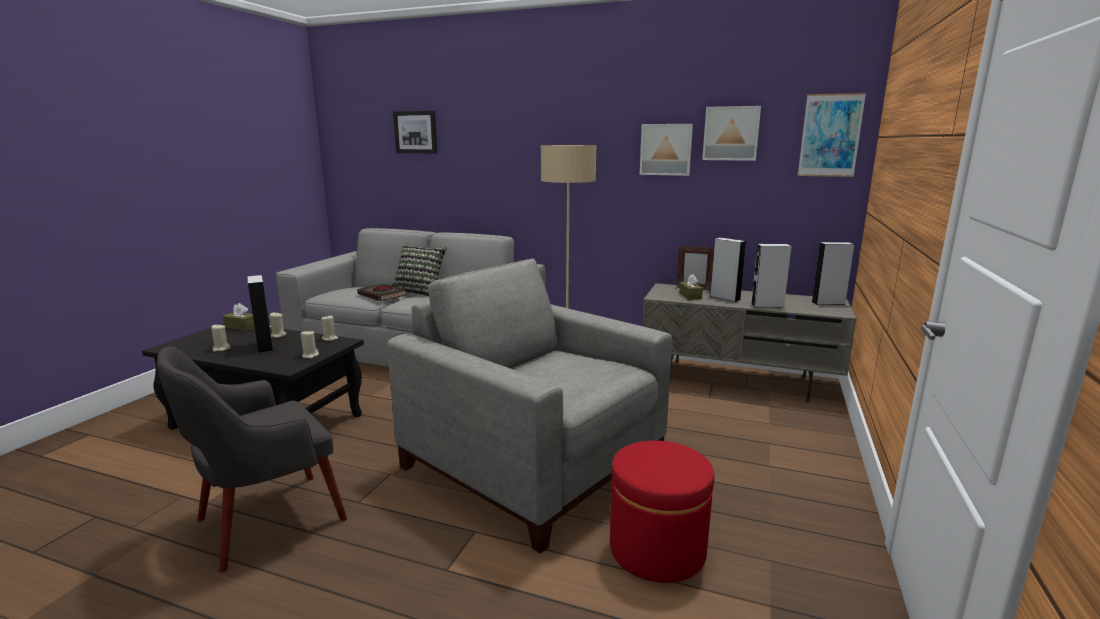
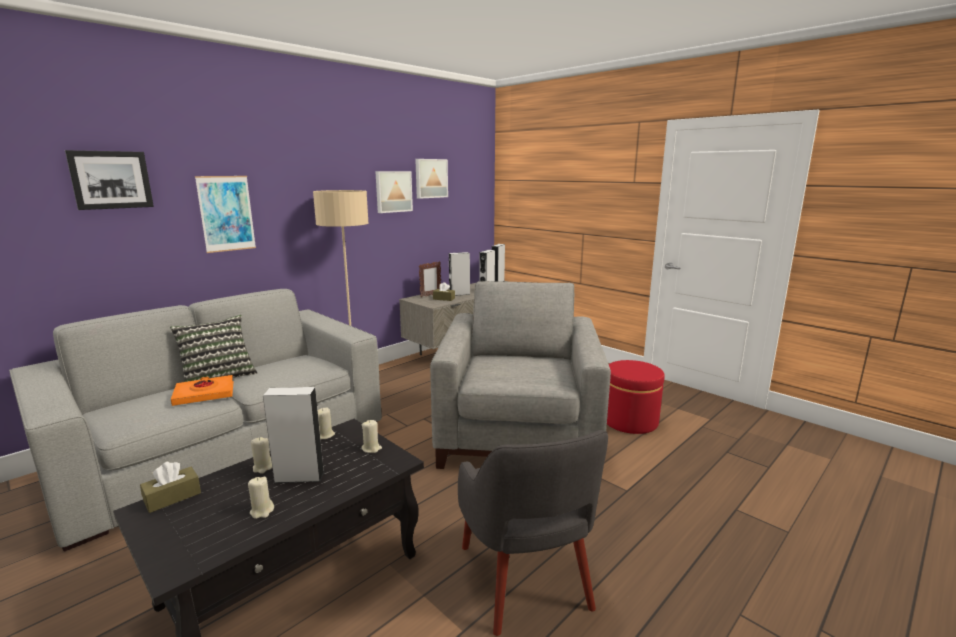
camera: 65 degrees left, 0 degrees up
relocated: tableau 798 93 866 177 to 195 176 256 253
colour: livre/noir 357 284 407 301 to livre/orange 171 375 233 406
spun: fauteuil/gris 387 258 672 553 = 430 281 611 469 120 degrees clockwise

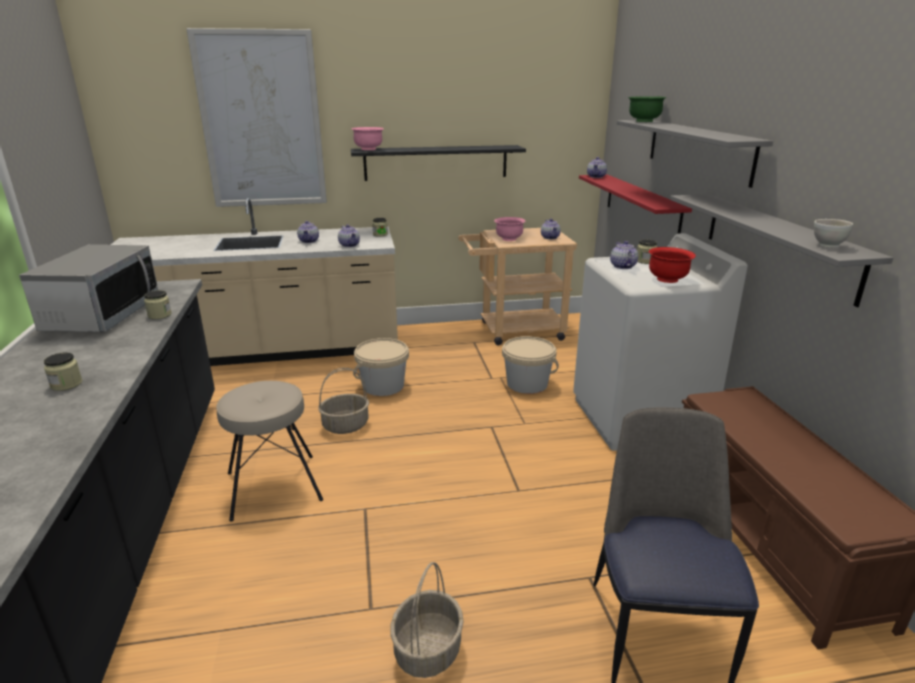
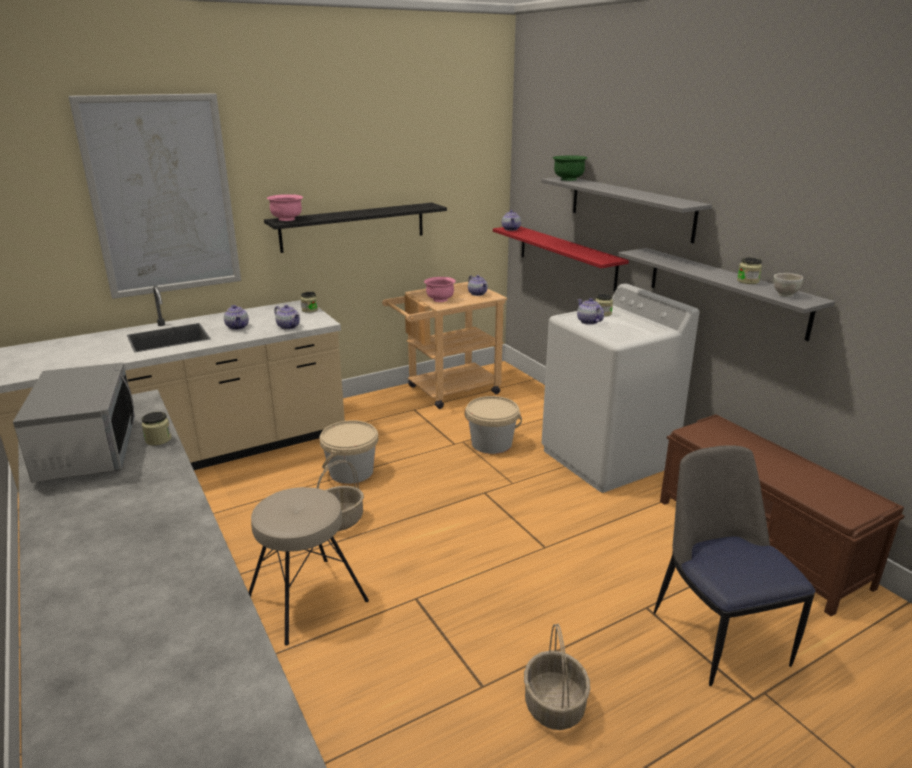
camera: 20 degrees left, 0 degrees up
missing: bol/rouge 649 247 696 283
relocated: bocal 44 352 82 391 to 737 257 762 284

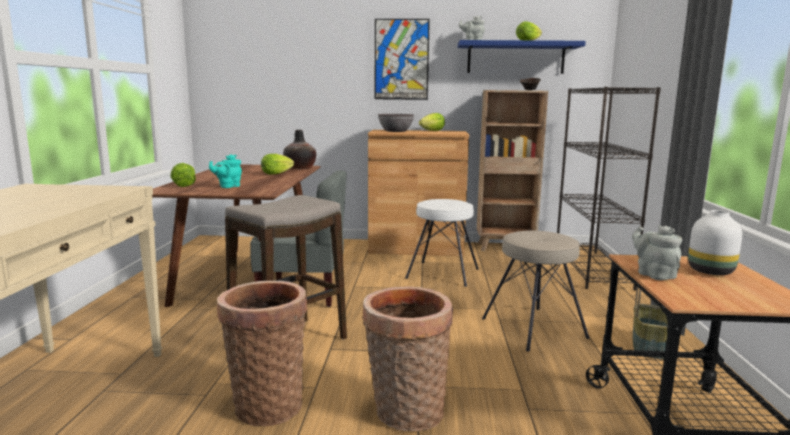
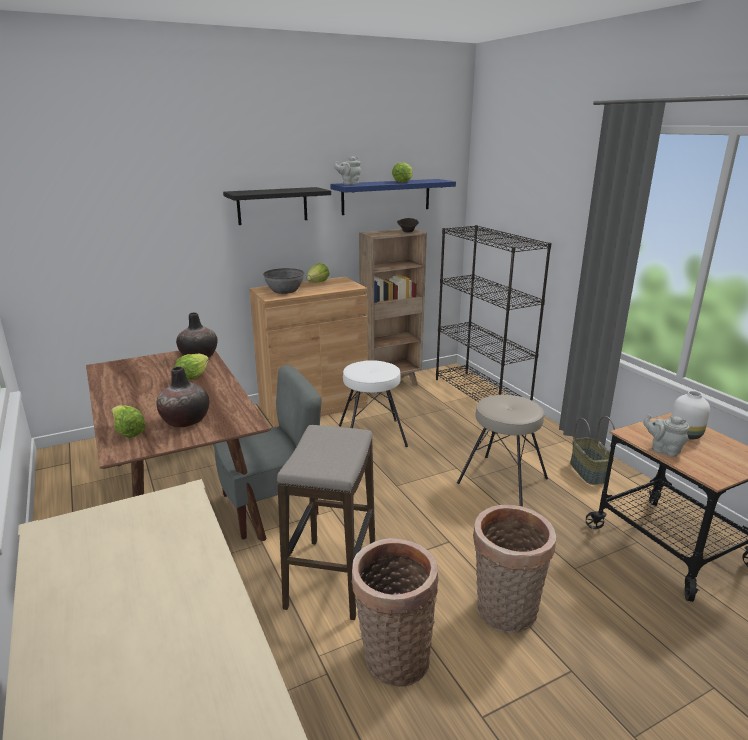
camera: 30 degrees left, 10 degrees up
exchanged: théière/turquoise 209 154 242 188 to vase 157 366 209 427; tableau 375 19 430 100 to étagère/noir 223 187 331 225

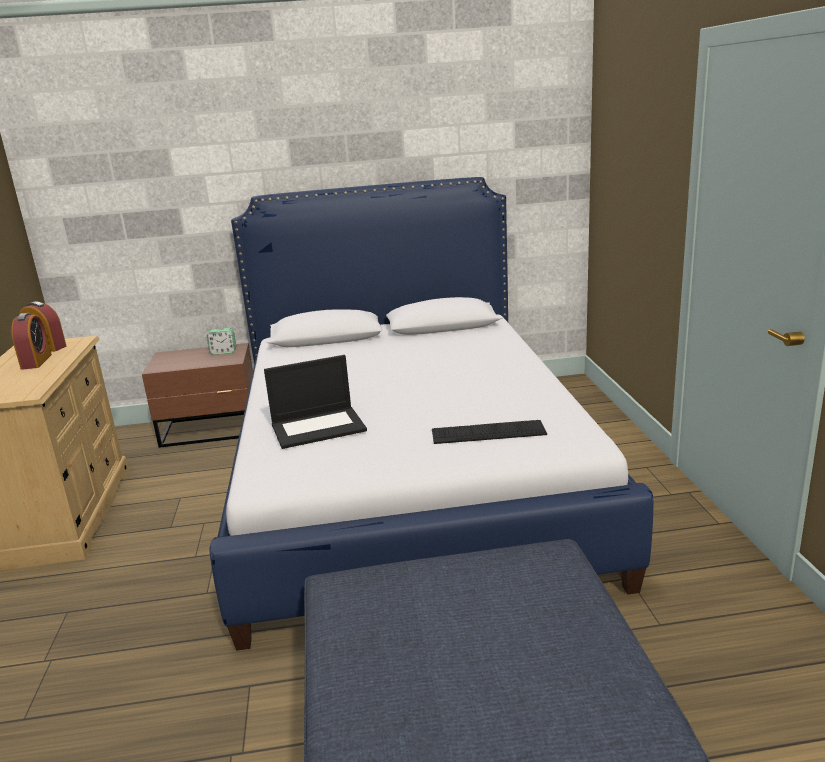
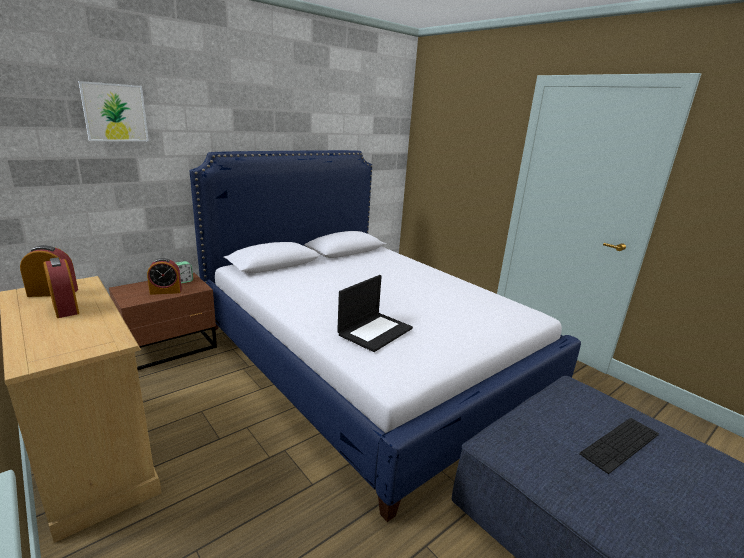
camera: 35 degrees left, 0 degrees up
appeared: tableau 78 81 149 141; réveil 147 258 182 295
relocated: clavier 432 420 547 444 to 579 418 659 474

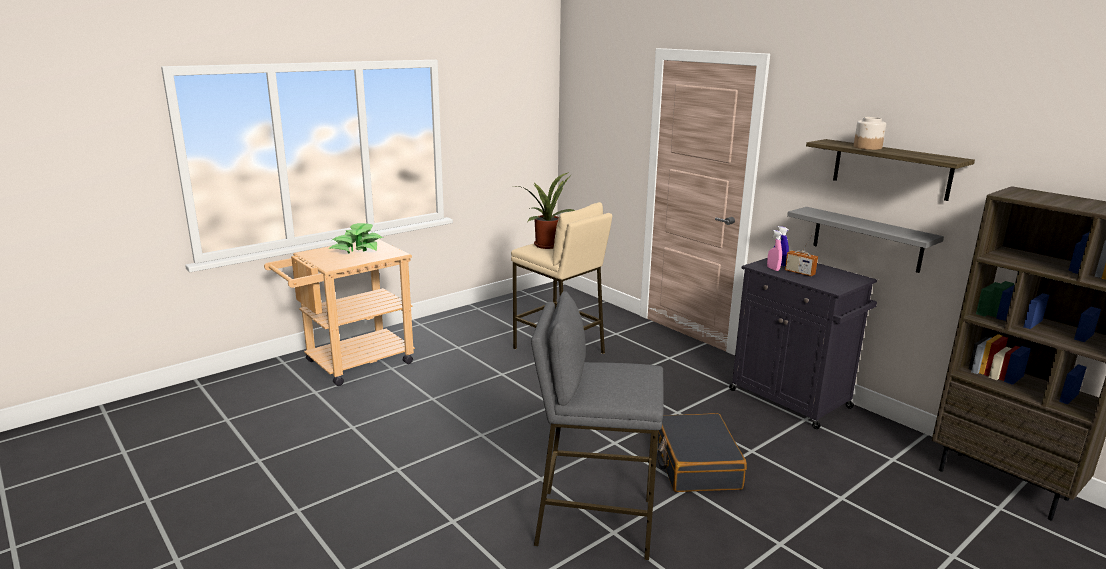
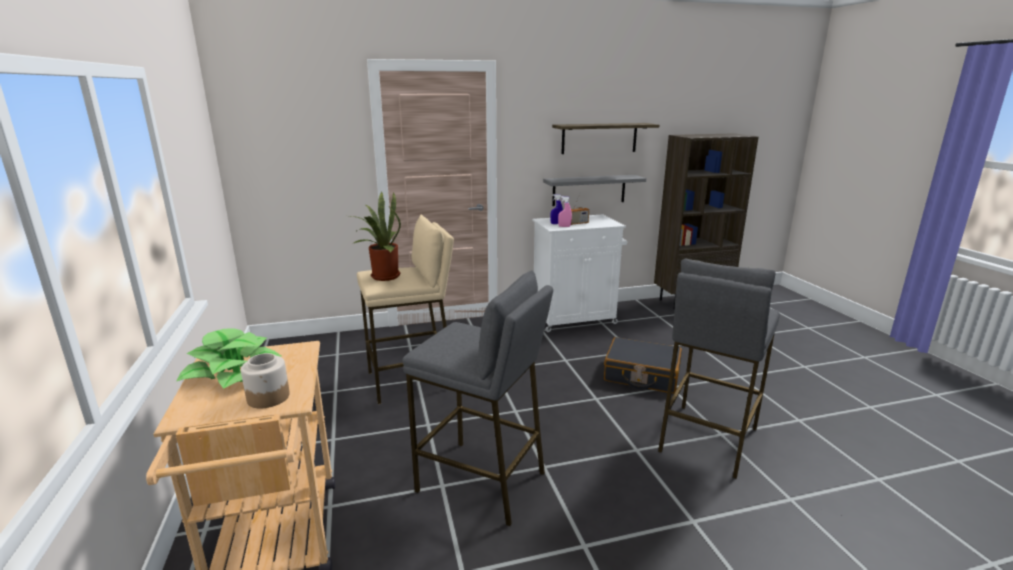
camera: 65 degrees left, 0 degrees up
appeared: tabouret/gris 402 270 553 527
relocated: bocal 854 117 886 150 to 241 353 290 409
colour: meuble de rangement/noir 729 258 877 429 to meuble de rangement/blanc 532 214 627 332

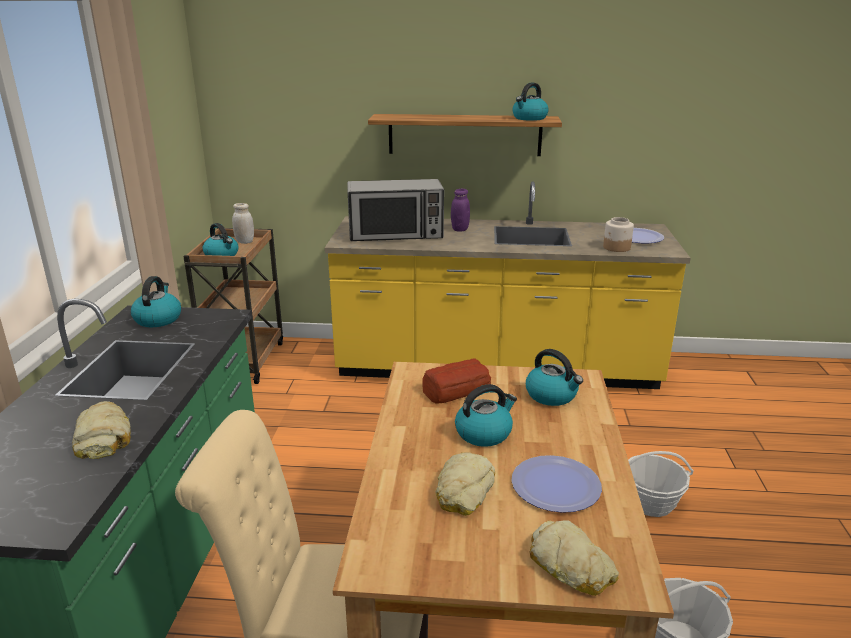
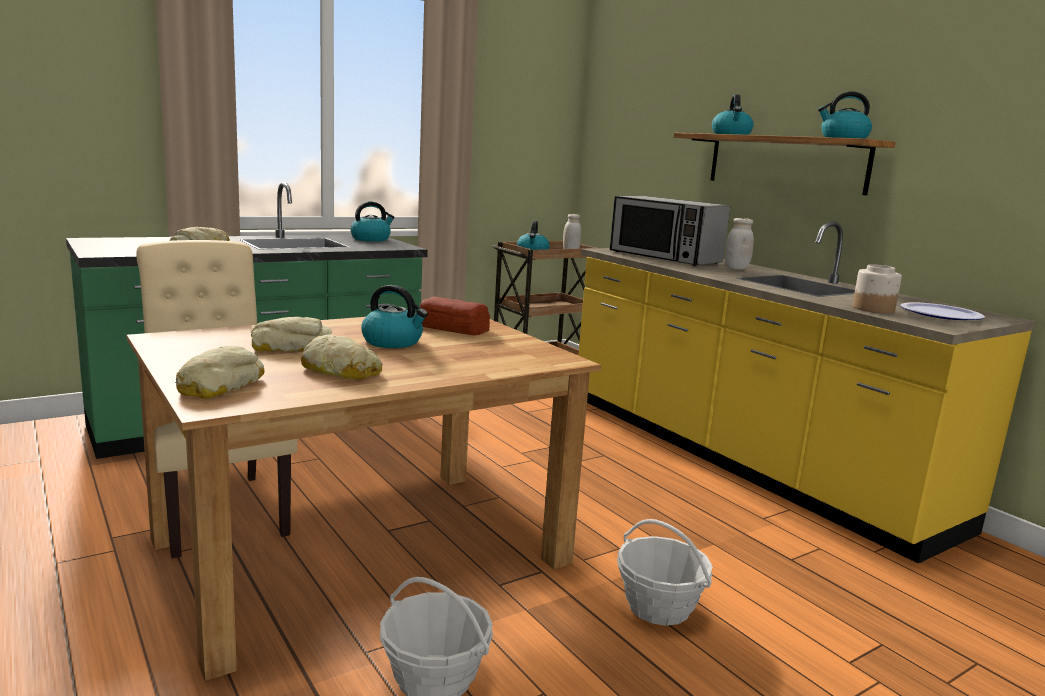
camera: 50 degrees right, 10 degrees down
relocated: bouilloire 526 349 583 406 to 712 94 754 135
exchanged: assiette 511 455 602 513 to pain 301 334 383 379
colour: bocal/violet 451 189 470 232 to bocal/blanc 725 218 754 269

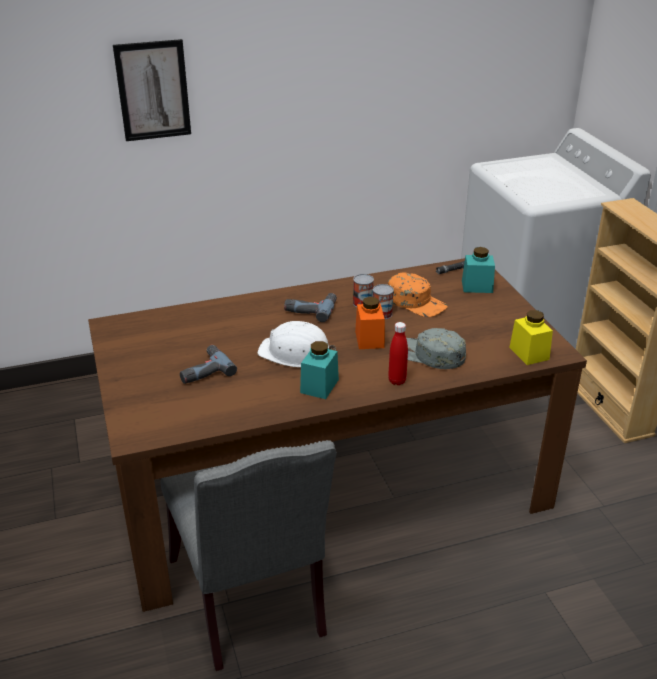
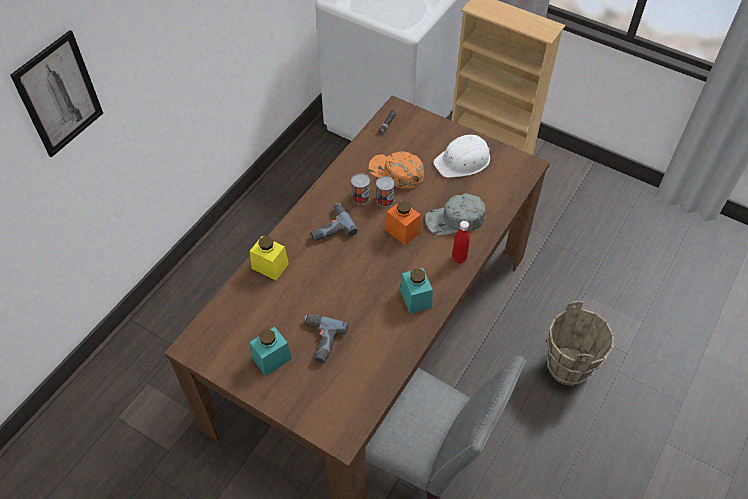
camera: 40 degrees left, 20 degrees up
appeared: seau/marron 546 301 614 386
relocated: casque de chantier/blanc 257 321 336 367 to 433 135 491 178; bocal/turquoise 462 247 495 293 to 250 327 292 376; bocal/jaune 509 310 553 365 to 250 236 289 280
spun: casquette/orange 388 272 448 317 = 369 151 424 189 150 degrees counterclockwise

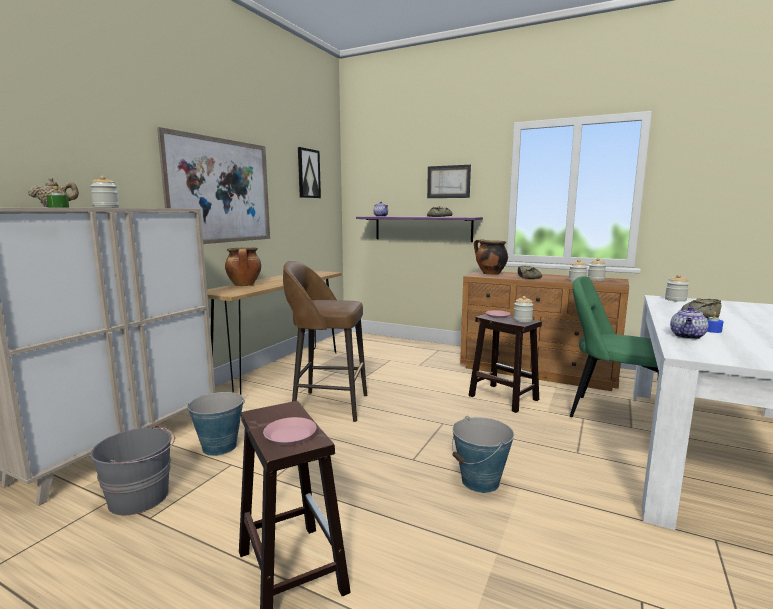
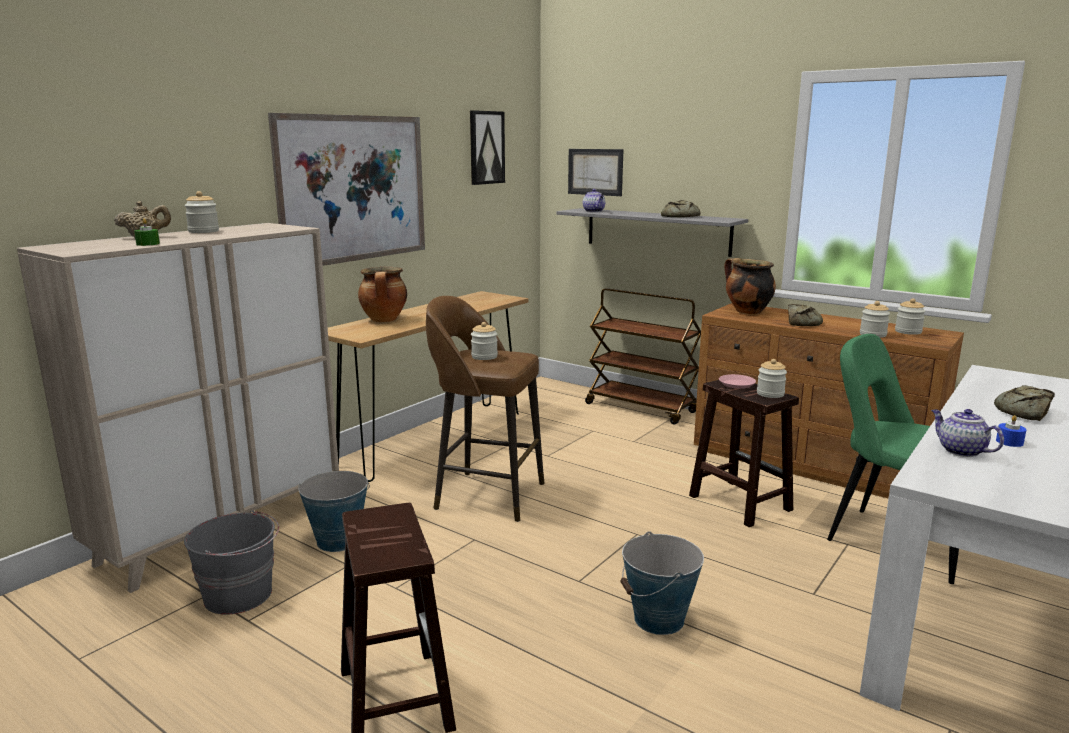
camera: 10 degrees right, 5 degrees up
missing: assiette/rose 263 417 317 445
appeared: chariot/marron 585 288 701 425
relocated: tableau 427 165 471 198 to 568 149 624 196; bocal 665 274 689 302 to 471 322 498 360
colour: étagère/violet 356 217 483 242 to étagère/gris 556 208 748 257
spun: théière 670 306 708 339 = 931 409 1004 457 105 degrees clockwise

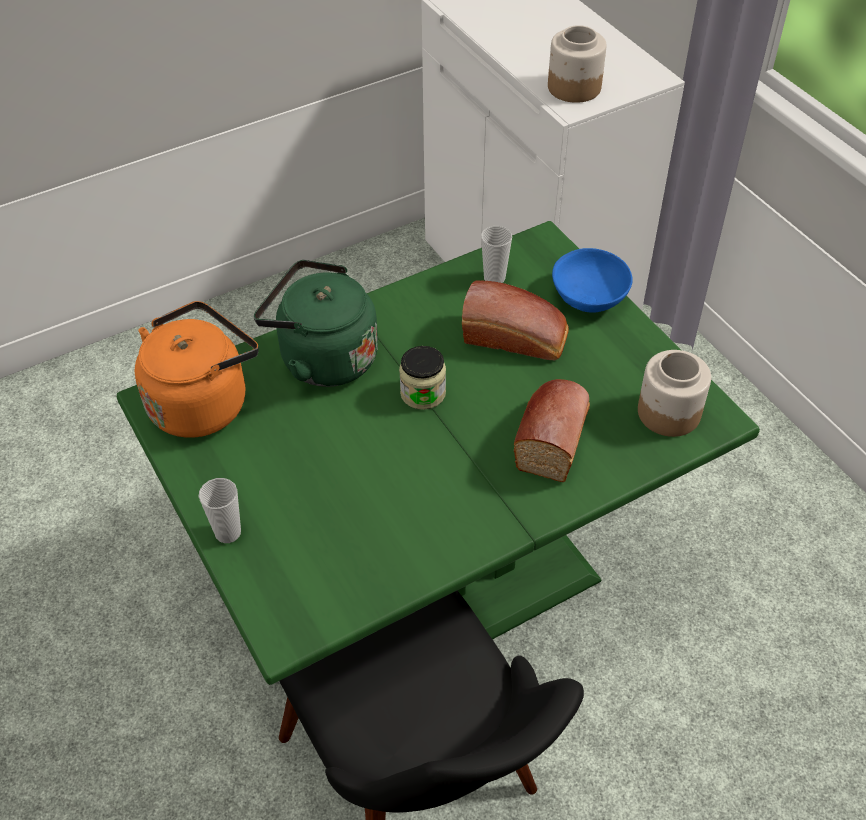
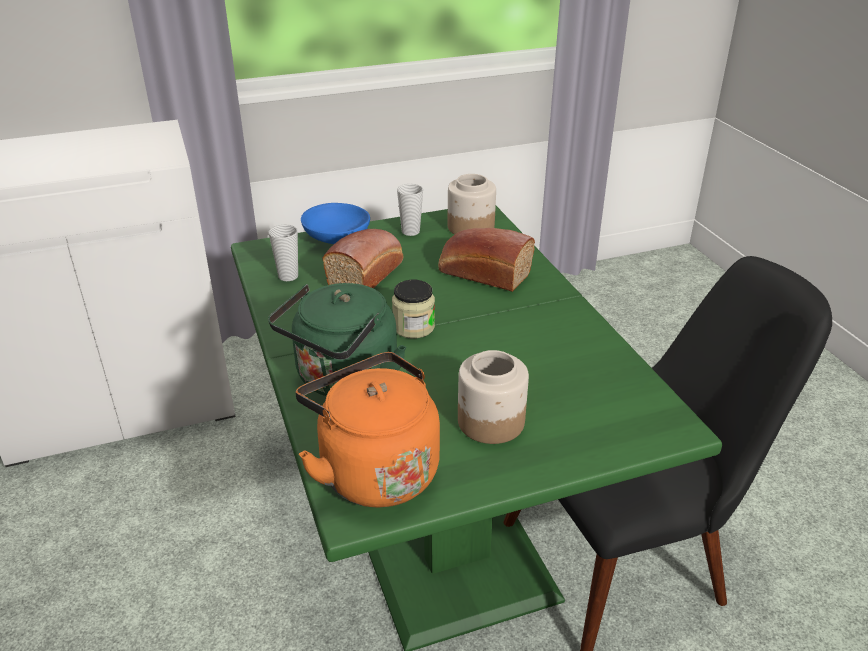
camera: 80 degrees left, 15 degrees down
relocated: tasse 198 478 241 543 to 397 184 423 236; bocal 548 25 607 103 to 458 350 529 444

